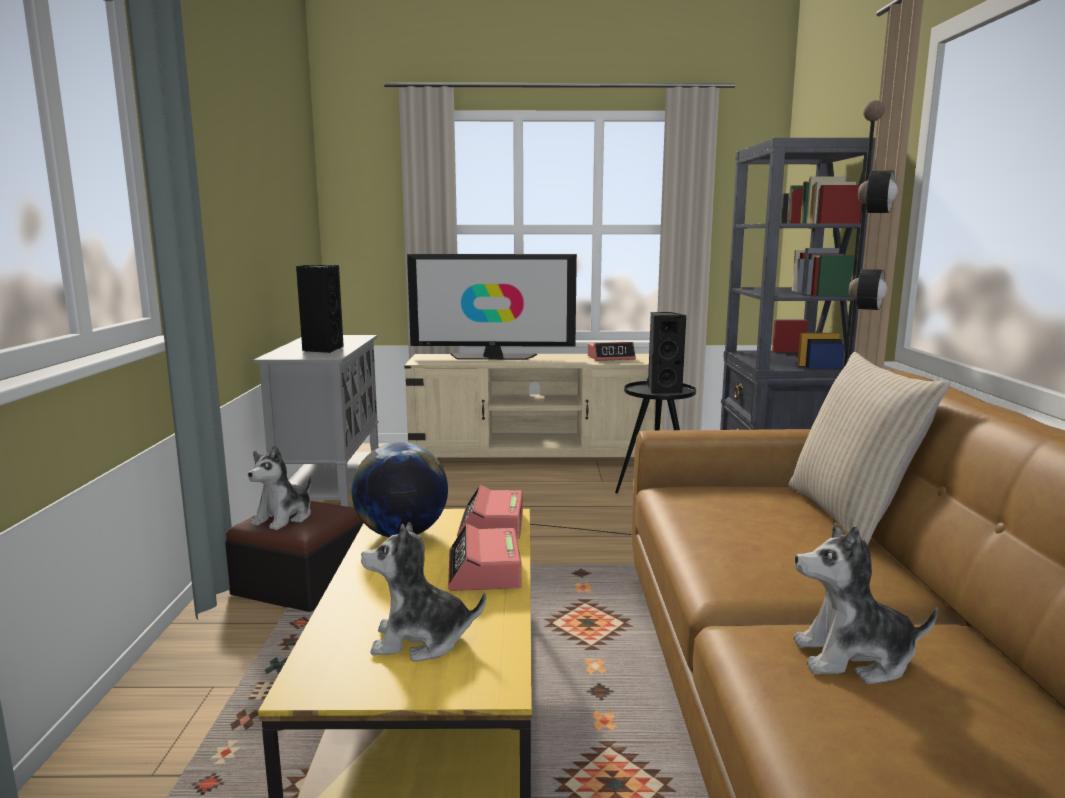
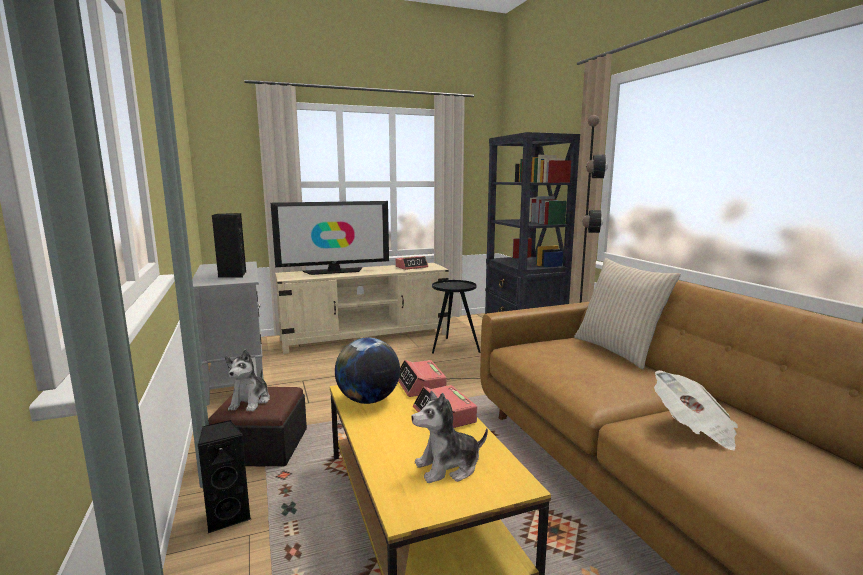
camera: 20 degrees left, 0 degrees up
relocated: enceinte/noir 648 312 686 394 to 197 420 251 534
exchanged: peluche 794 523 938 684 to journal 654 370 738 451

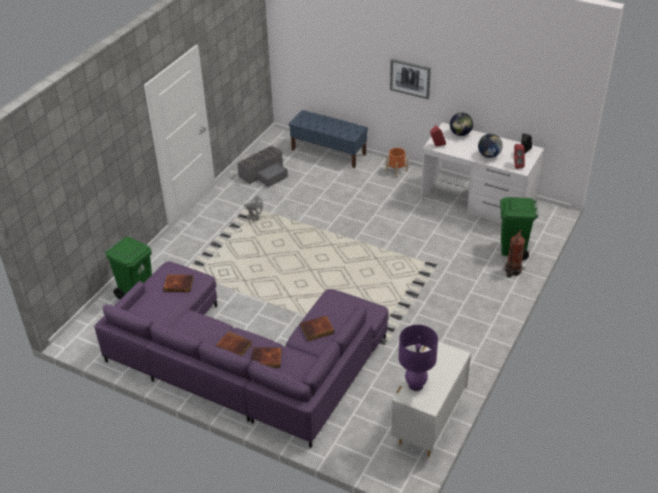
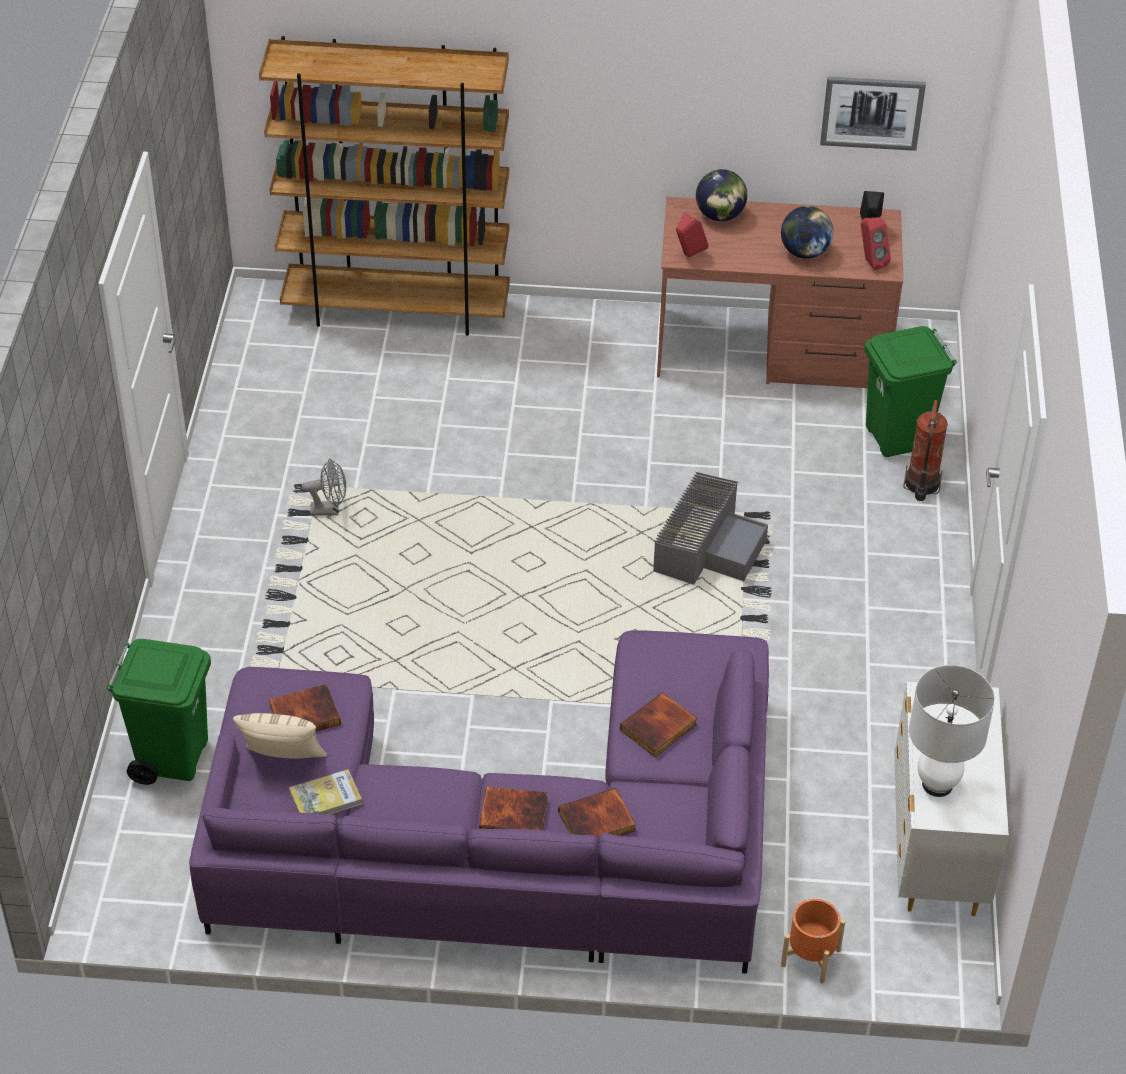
camera: 25 degrees left, 5 degrees up
appeared: coussin/beige 233 713 327 759; livre 289 769 362 815
relocated: boîte de rangement/gris 237 146 288 187 to 653 472 768 585; cache-pot/orange 386 148 408 178 to 781 899 846 984; tableau 390 59 431 99 to 820 77 926 151
exchanged: banc/bleu 289 110 368 168 to bibliothèque/marron 259 36 510 336
colour: lampe de table/violet 398 325 438 391 to lampe de table/blanc 909 665 995 797; bureau/blanc 421 122 544 224 to bureau/marron 657 197 903 388

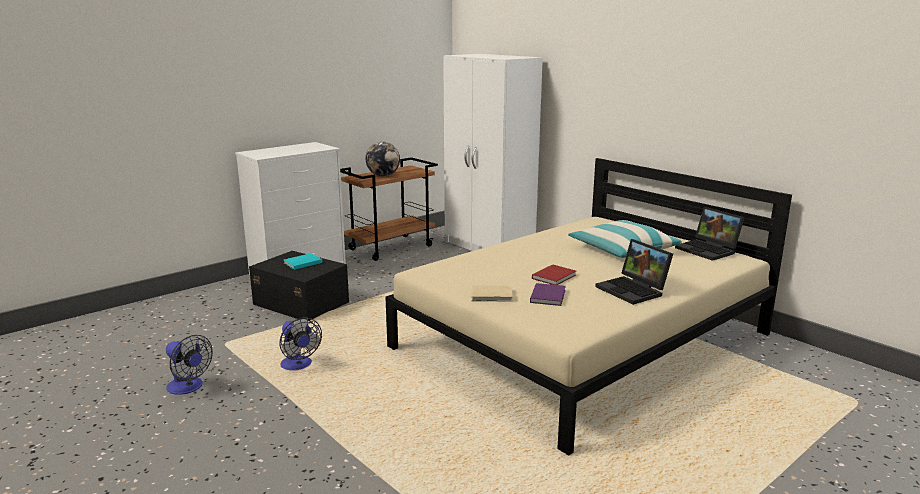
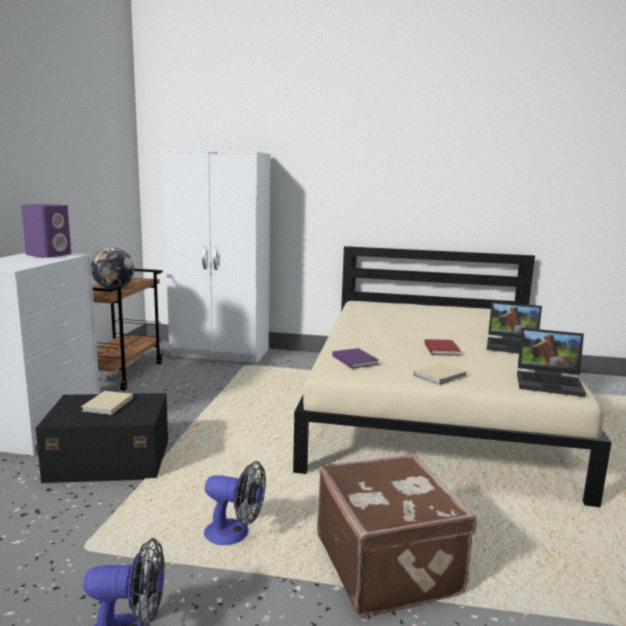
camera: 40 degrees left, 5 degrees down
missing: coussin 568 220 682 258
appeared: enceinte/violet 21 204 71 258; valise/marron 317 454 477 617
relocated: livre/violet 530 283 566 306 to 332 348 379 369; ordinateur portable 675 207 745 261 to 517 328 586 397
colour: livre/turquoise 284 253 322 270 to livre/beige 81 391 133 415

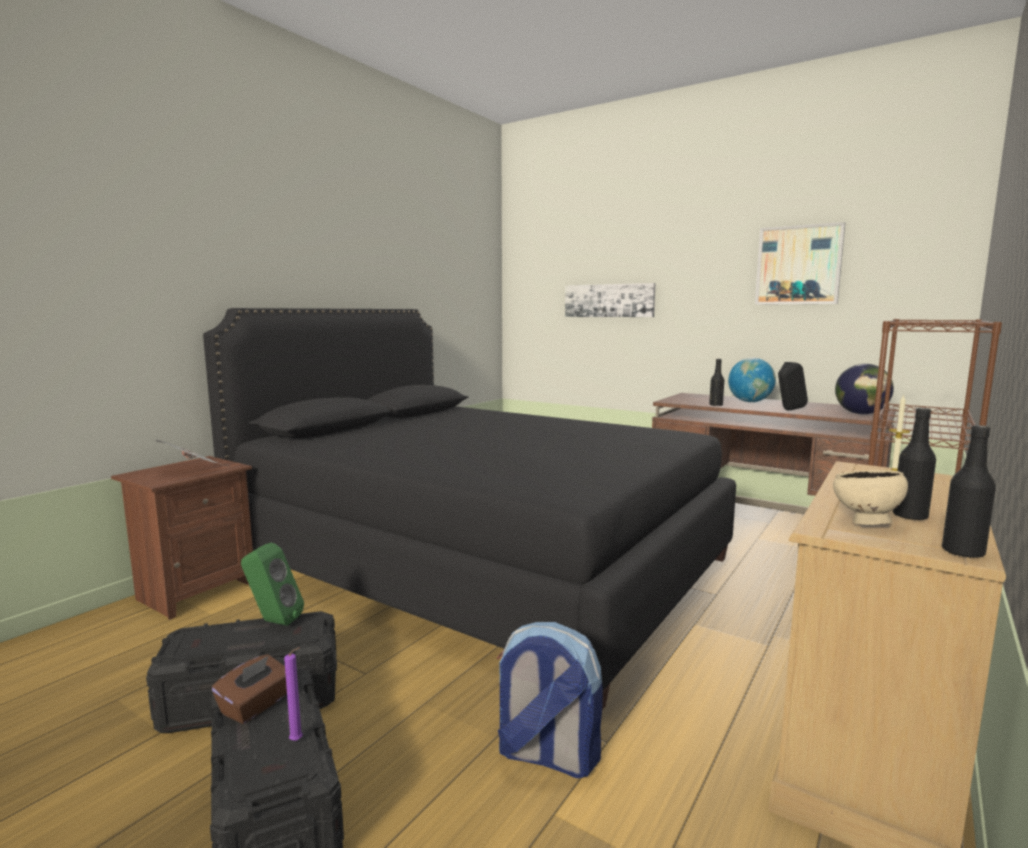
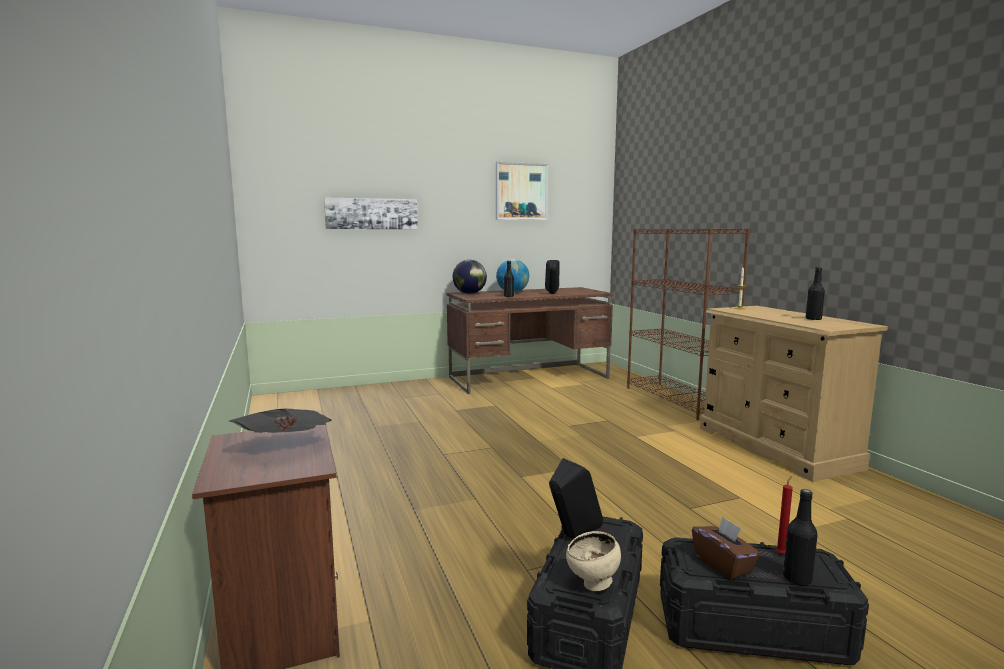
camera: 55 degrees left, 0 degrees up
missing: lit/noir 203 308 736 710; sac à dos 497 622 603 778
relocated: bol/beige 833 470 908 525 to 566 531 621 591; globe 835 364 894 414 to 453 260 487 294; bouteille/noir 942 425 996 558 to 783 489 818 586
colour: enceinte/vert 241 543 304 626 to enceinte/noir 549 458 603 539; bougie/violet 284 647 303 741 to bougie/rouge 776 476 793 555

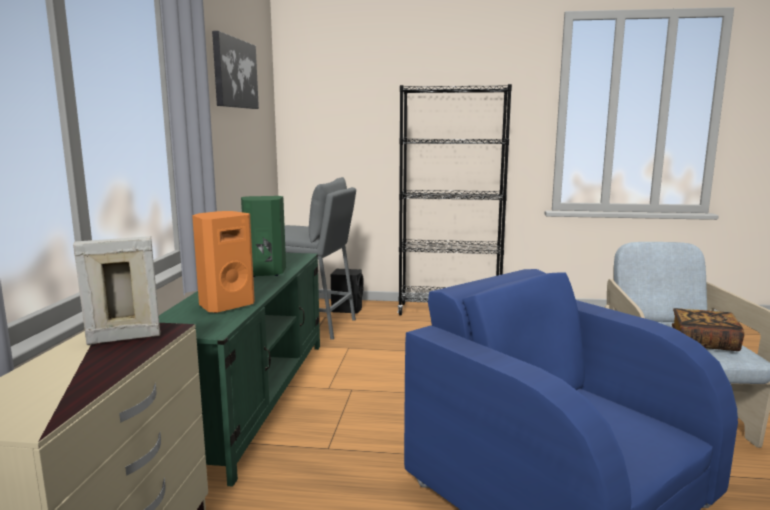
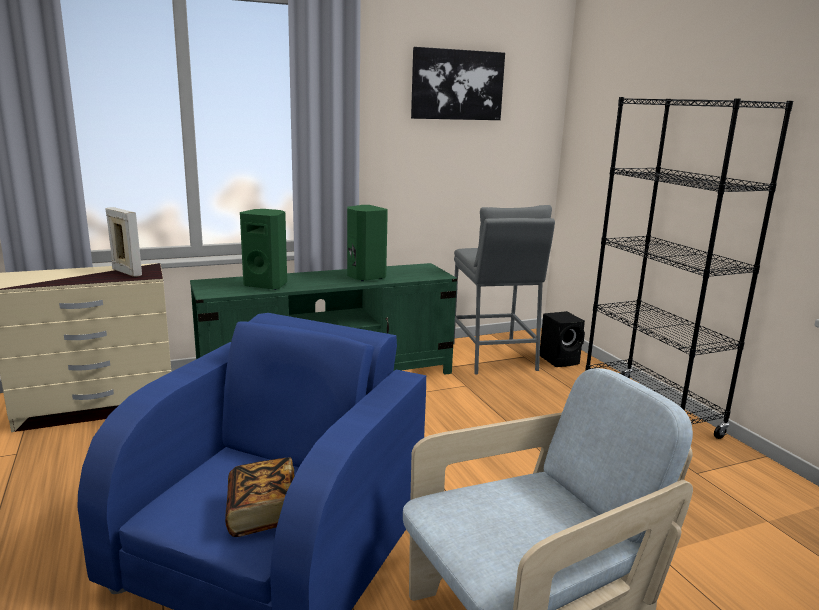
camera: 60 degrees right, 5 degrees up
relocated: livre 672 308 745 351 to 225 458 295 537
colour: enceinte/orange 192 211 255 313 to enceinte/vert 240 209 287 290

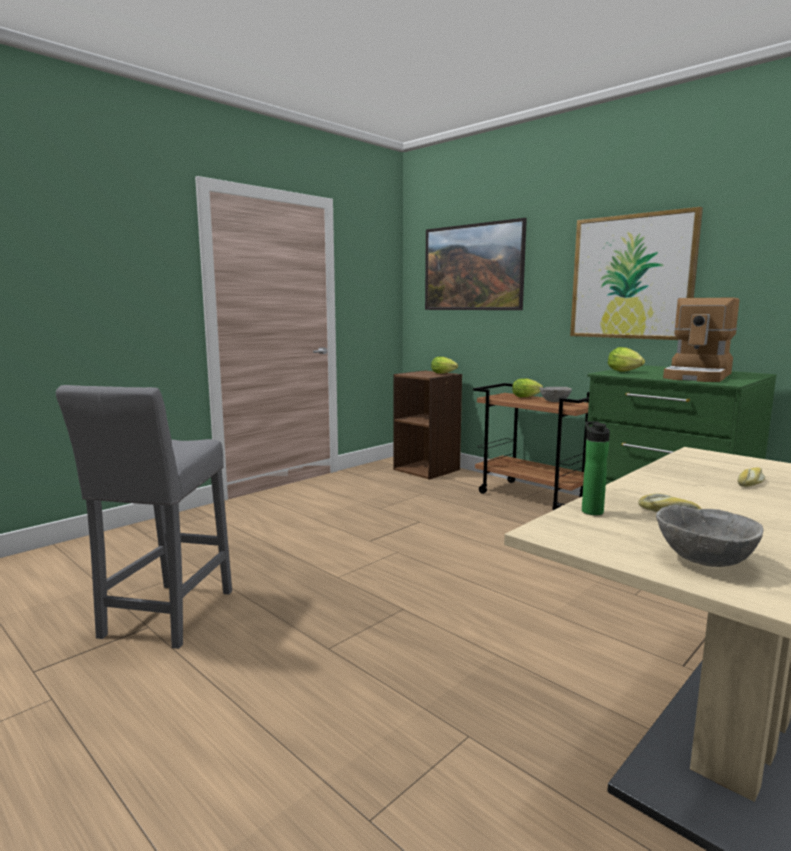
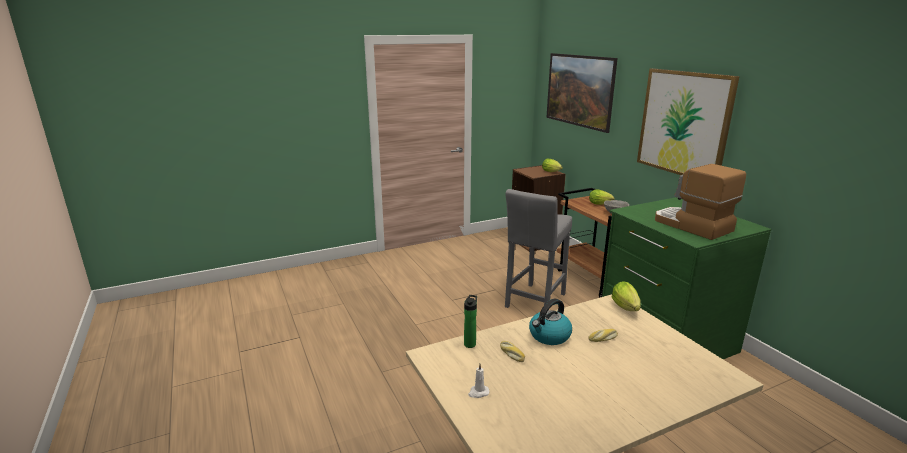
camera: 20 degrees right, 10 degrees up
appeared: bouilloire 529 299 572 345
relocated: tabouret/gris 56 385 232 649 to 505 189 572 308; laitue 608 347 645 372 to 612 281 641 311
exchanged: bol/gris 656 505 764 567 to bougie/blanc 468 364 490 398
spun: machine à café 663 298 740 382 = 655 164 746 240 90 degrees clockwise

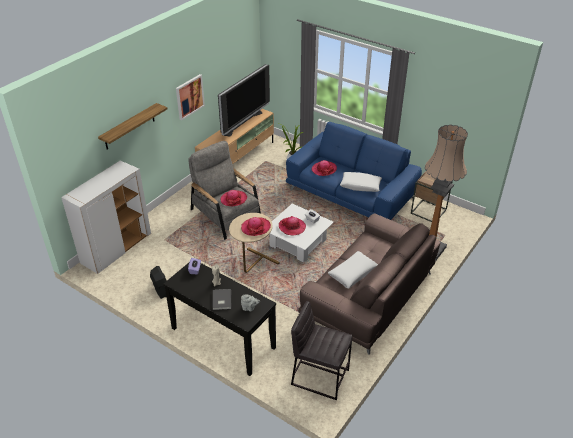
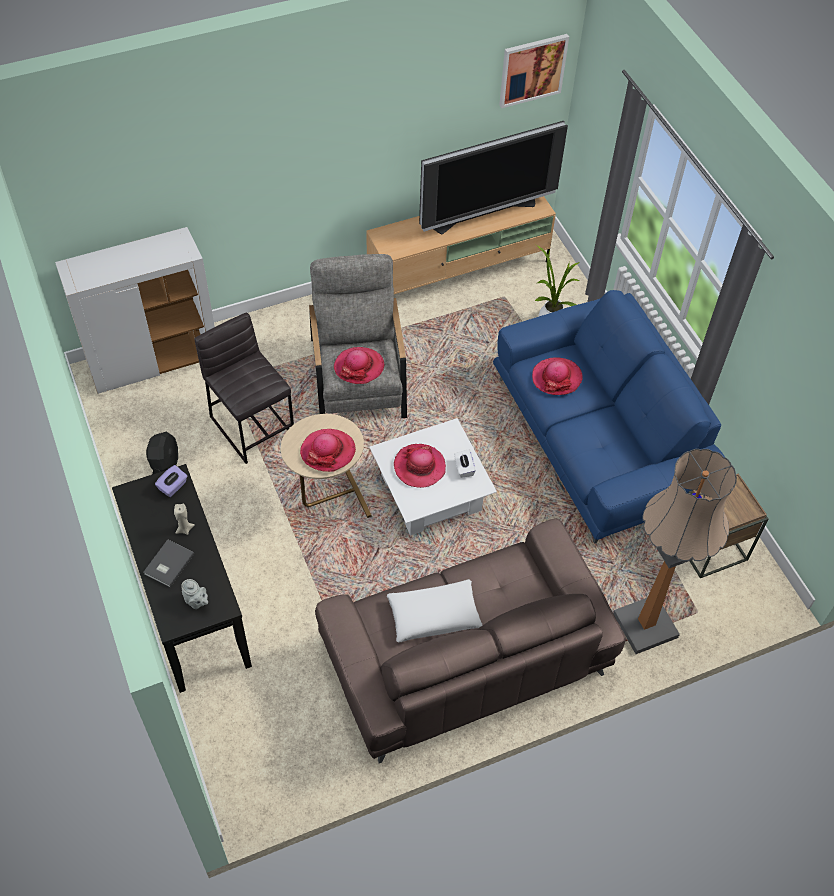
camera: 30 degrees right, 15 degrees up
missing: étagère 98 103 168 149; coussin/blanc 340 172 382 192
relocated: tableau 176 74 205 120 to 499 34 569 108; tabouret/gris 291 301 352 400 to 195 312 294 464

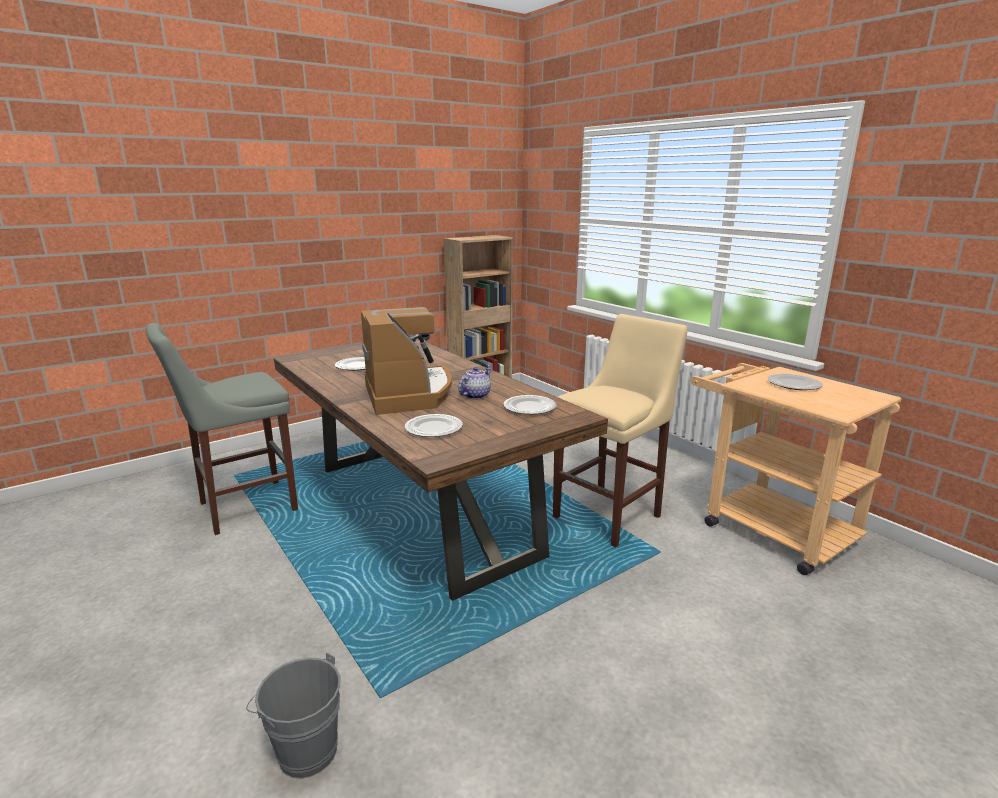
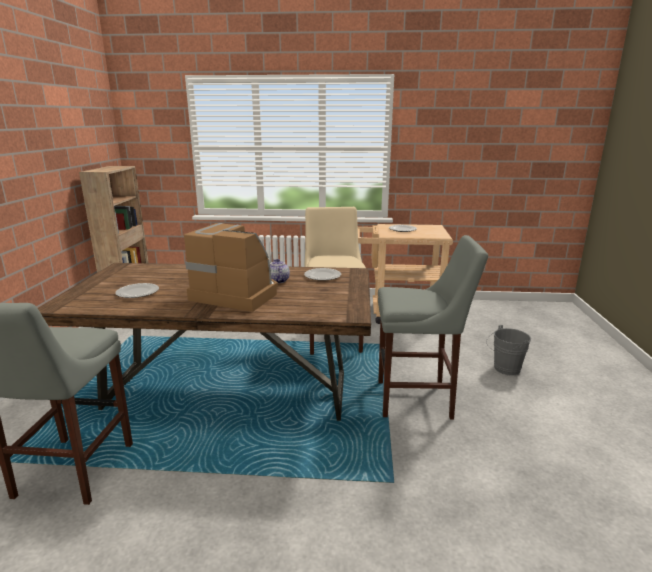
camera: 50 degrees left, 0 degrees up
missing: assiette 405 414 463 437
appeared: tabouret/gris 378 235 488 420
relocated: seau/gris 246 653 341 779 to 486 325 531 376

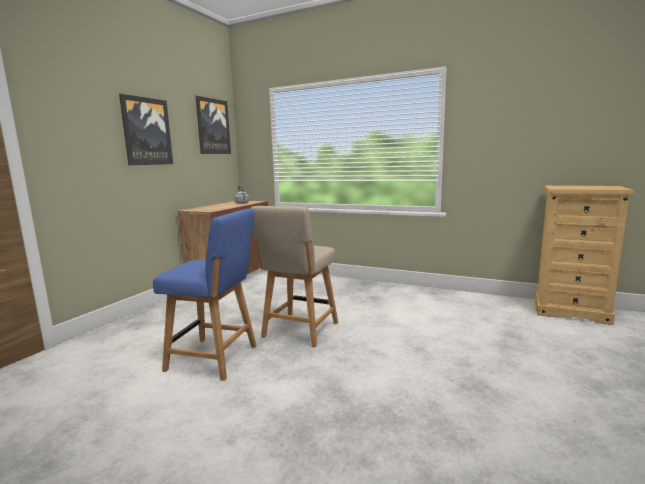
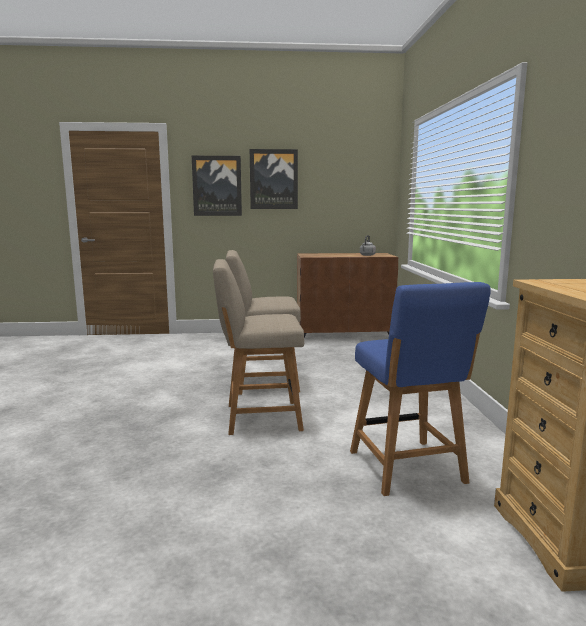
camera: 60 degrees right, 0 degrees up
appeared: chaise/beige 213 259 304 435
relocated: chaise/bleu 153 209 257 381 to 350 282 491 496; tableau 195 96 231 154 to 192 156 242 216

